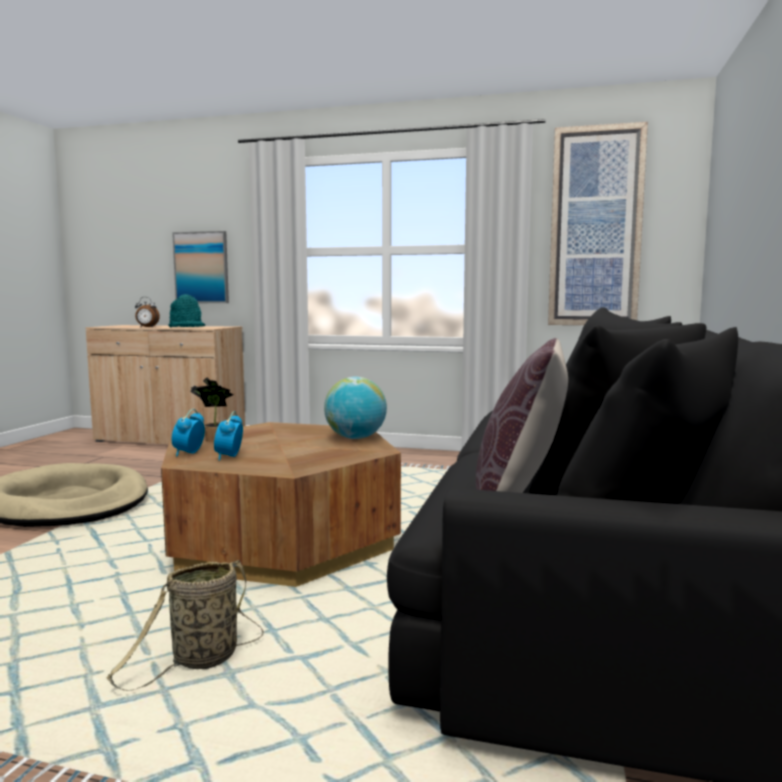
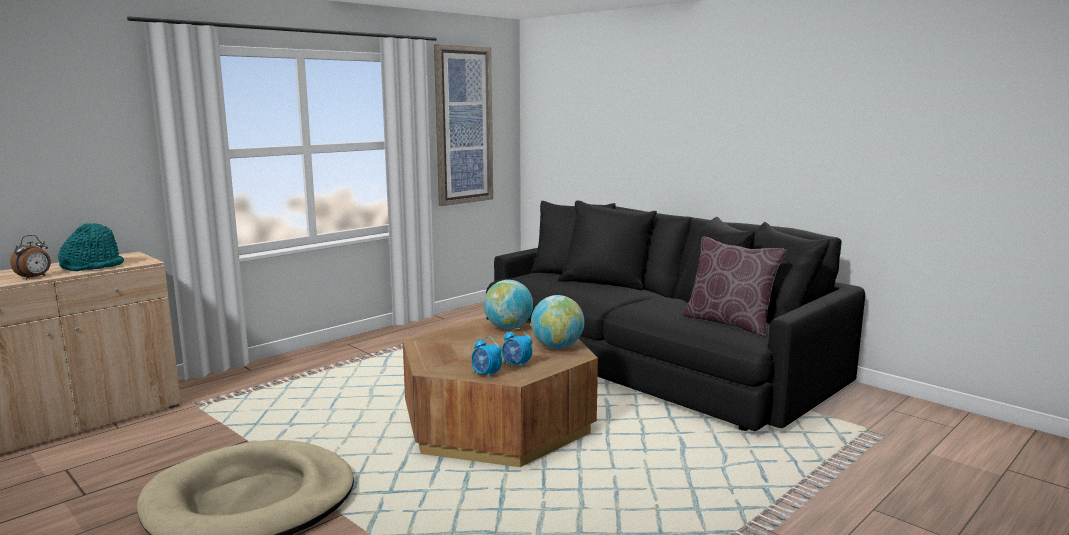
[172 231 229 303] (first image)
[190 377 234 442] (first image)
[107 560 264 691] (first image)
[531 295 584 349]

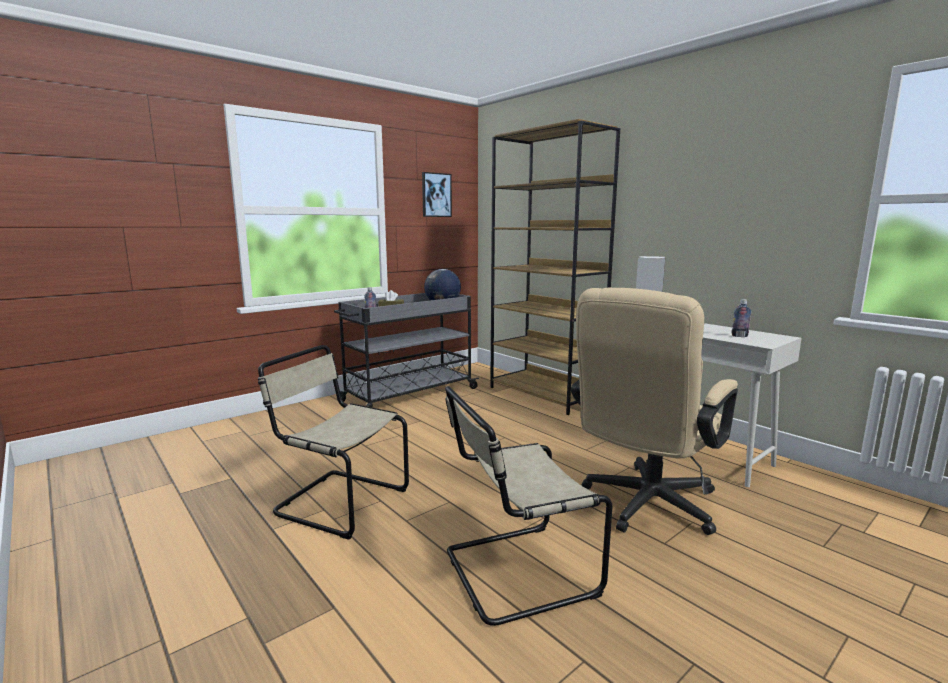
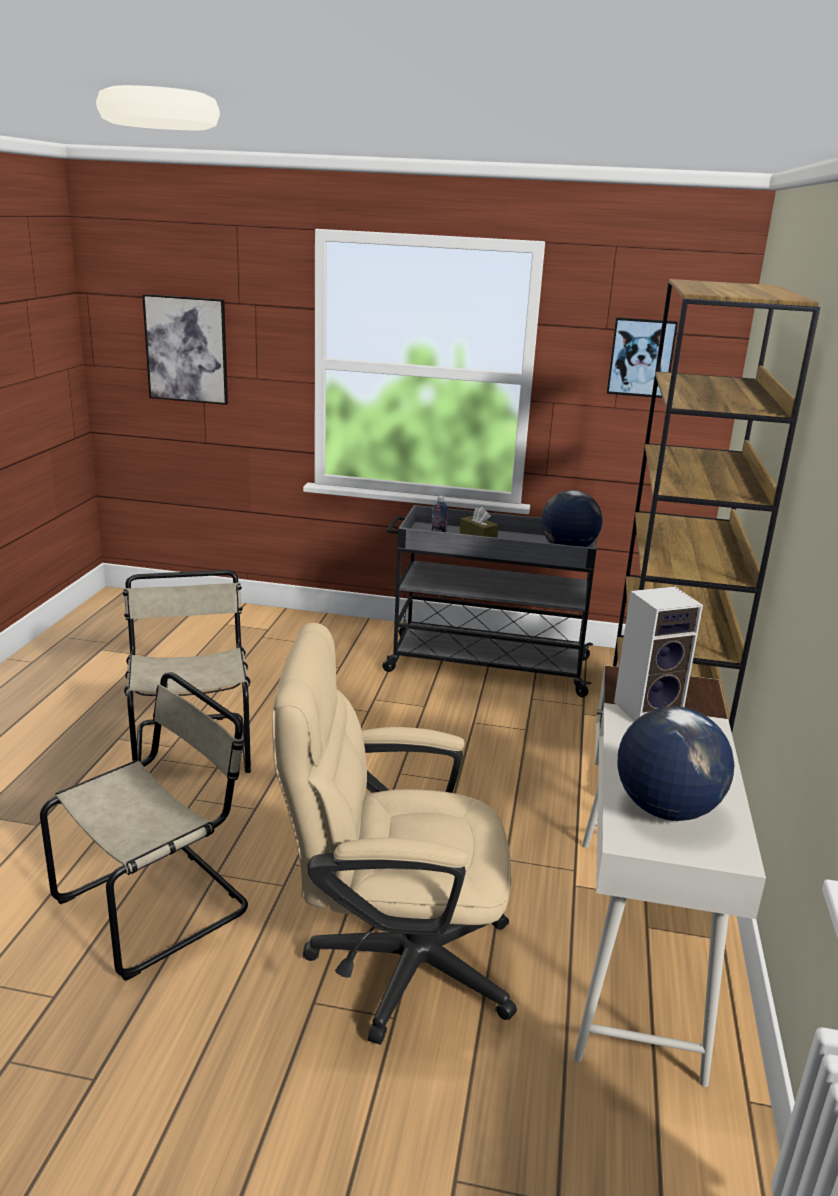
[617 706 734 821]
[40 672 248 981]
[142 294 228 405]

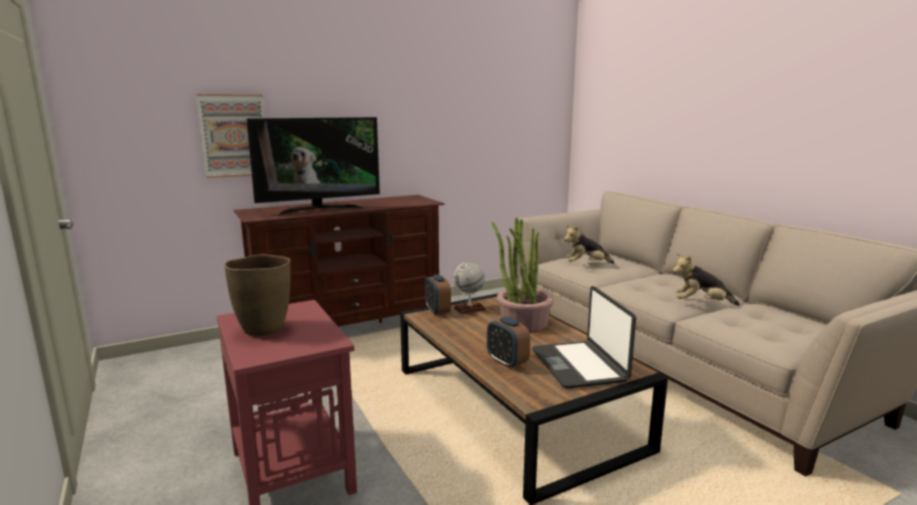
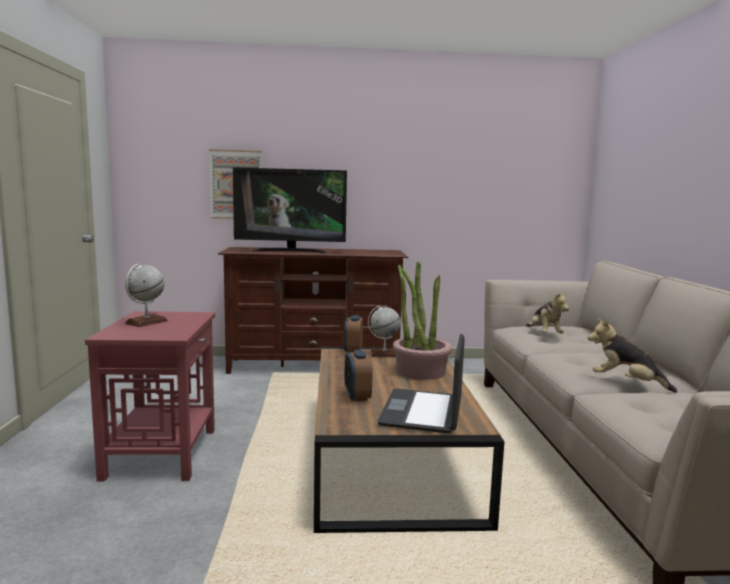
[526 291 569 333]
[125 264 168 327]

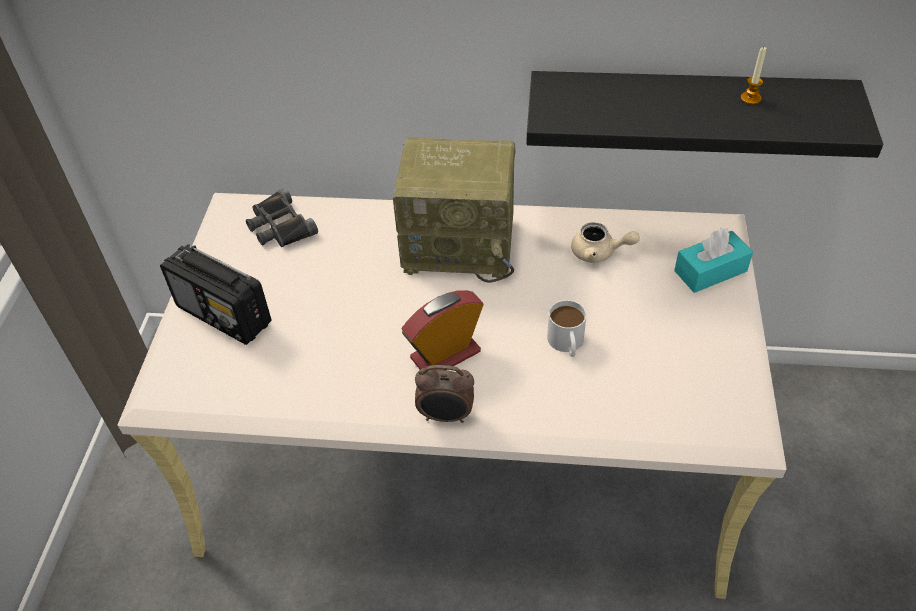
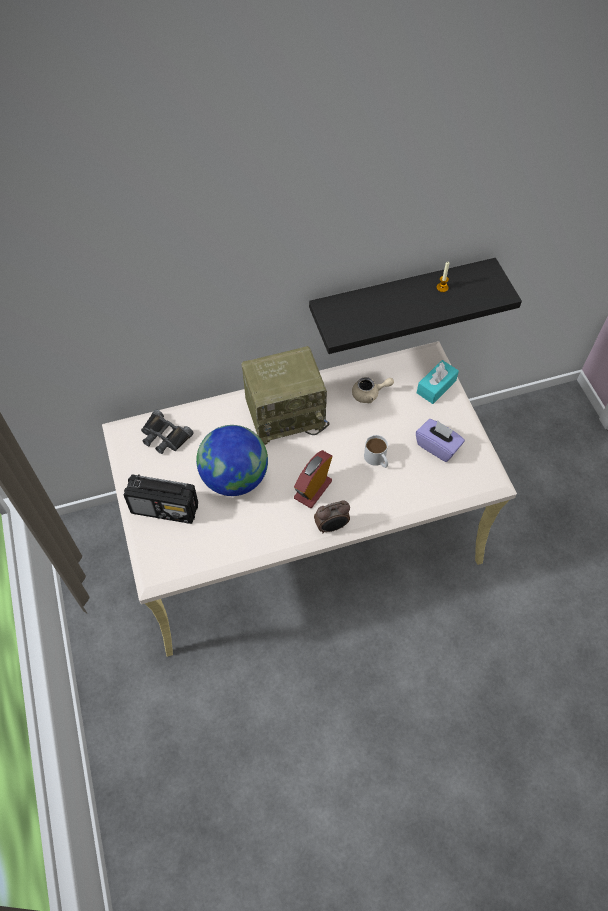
[416 419 465 462]
[196 425 268 496]

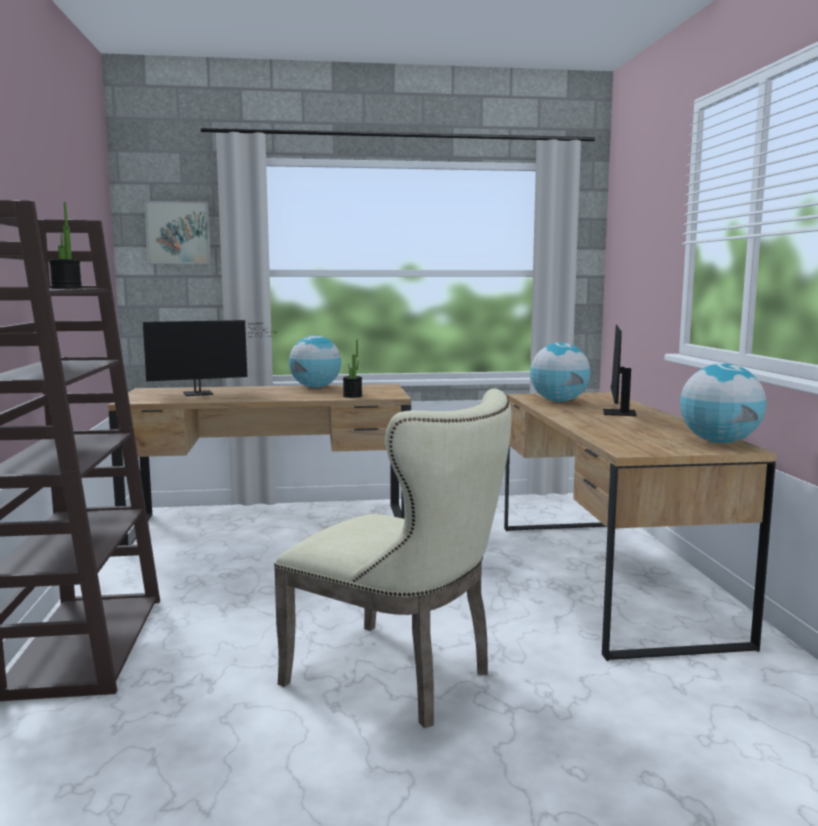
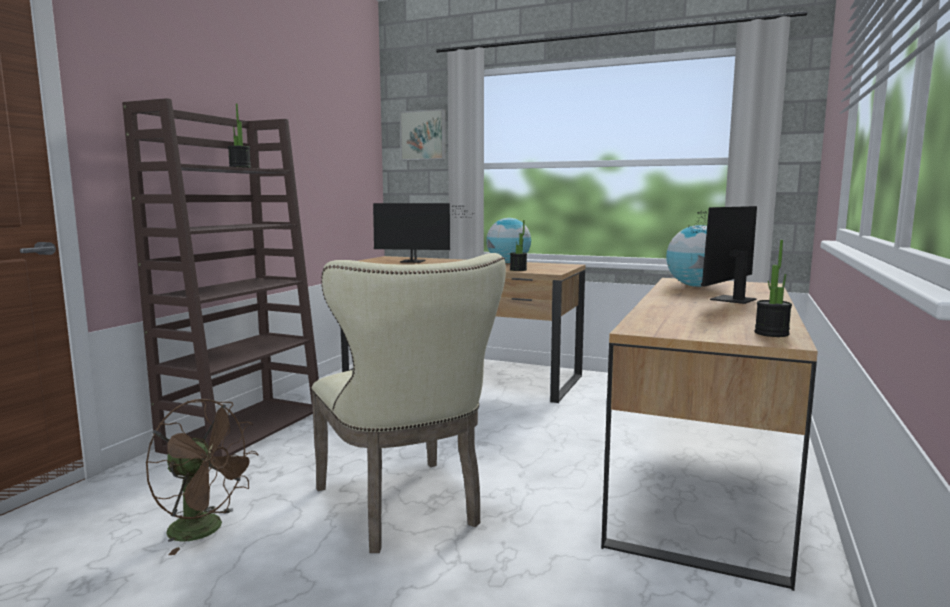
[755 240 792 337]
[145 399 258 555]

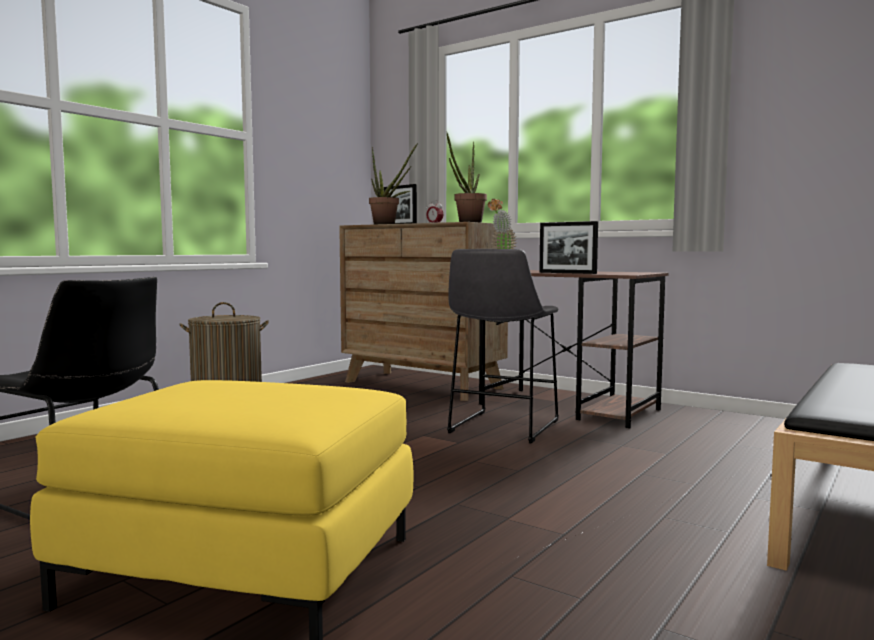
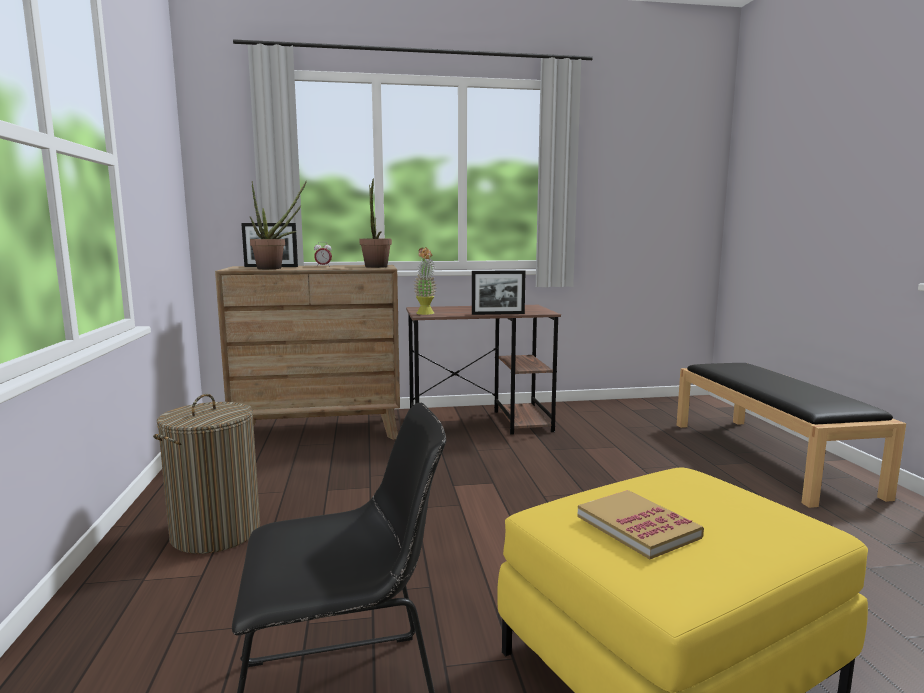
[447 249 559 444] (first image)
[577 490 704 559]

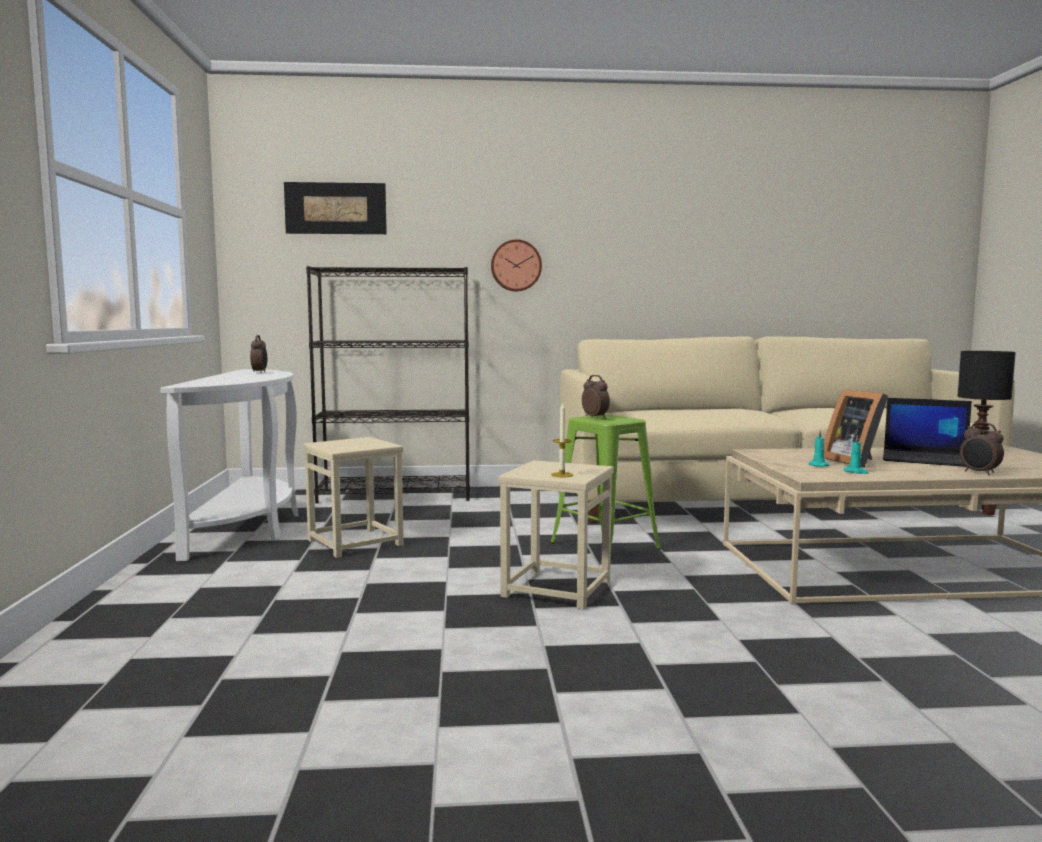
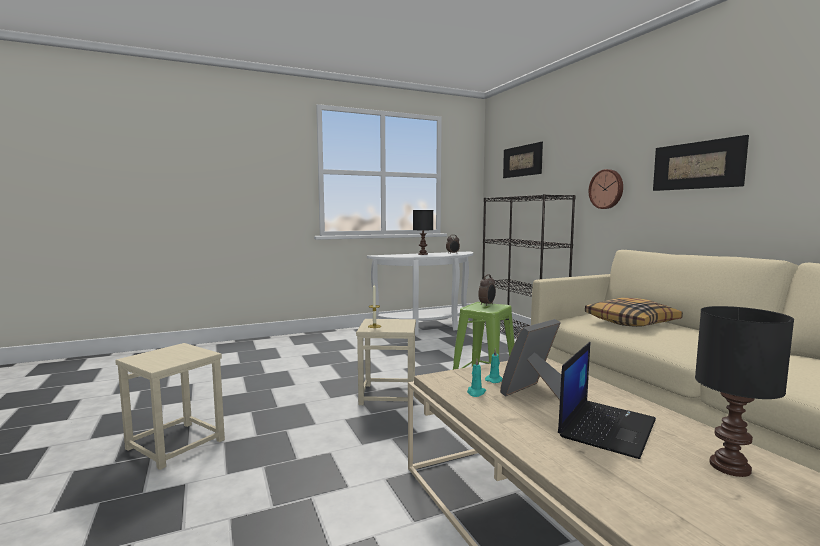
[558 342 656 459]
[960 422 1004 475] (first image)
[115 343 225 470]
[653 135 749 191]
[413 210 433 255]
[585 298 683 327]

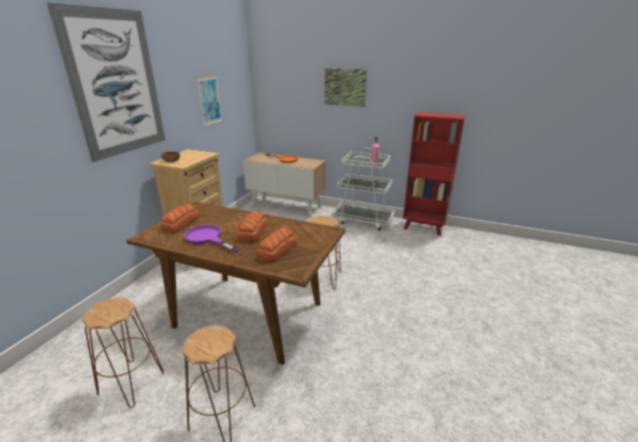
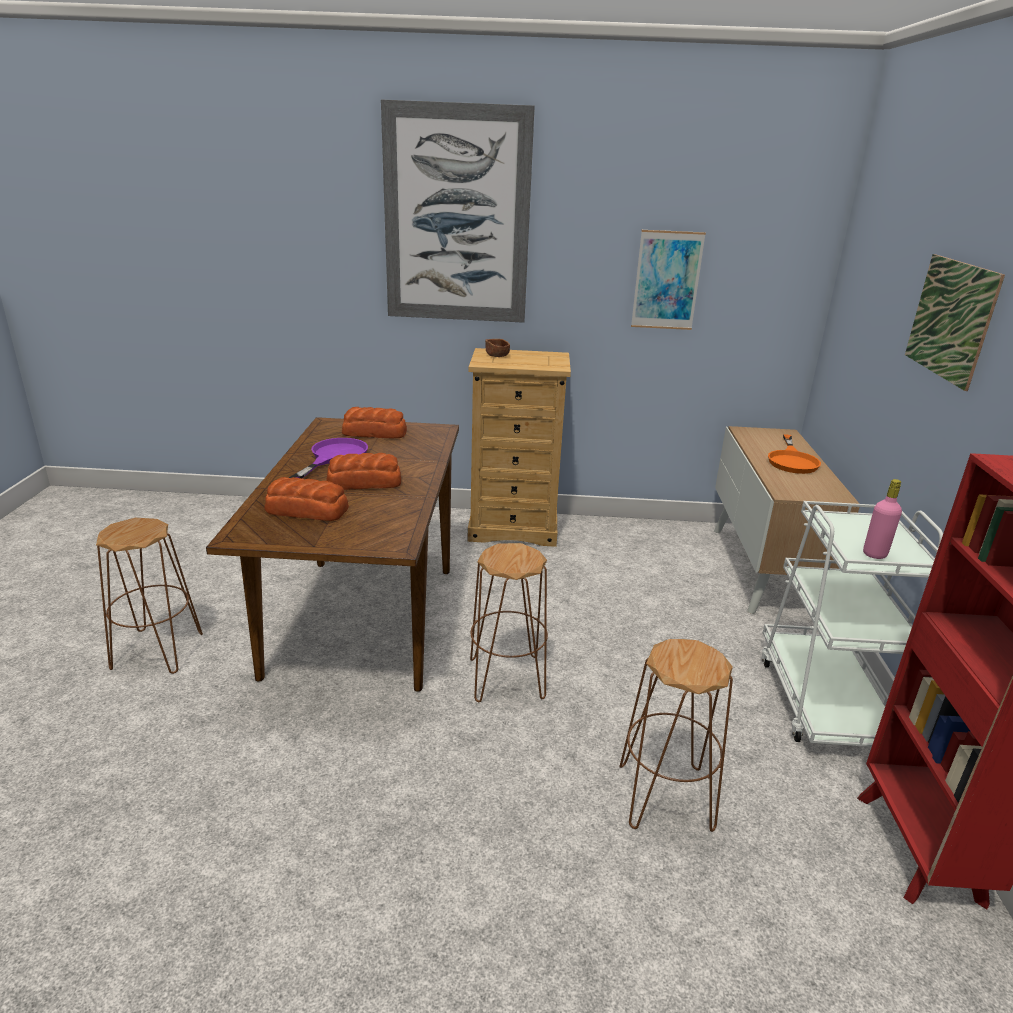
[619 639 733 832]

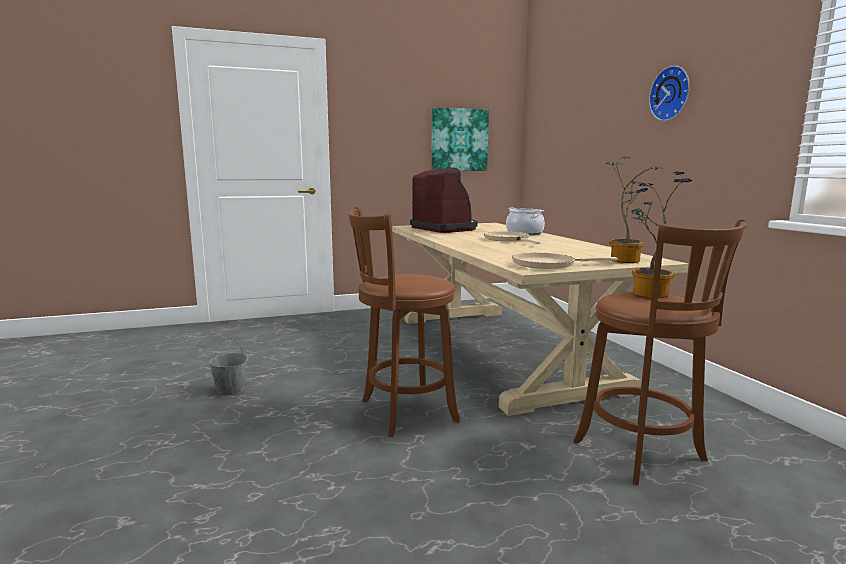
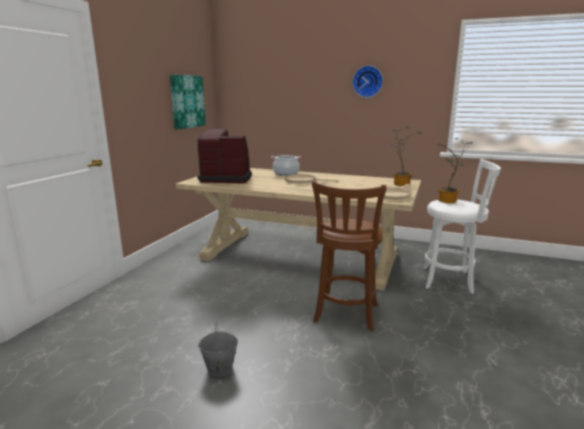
[423 159 501 294]

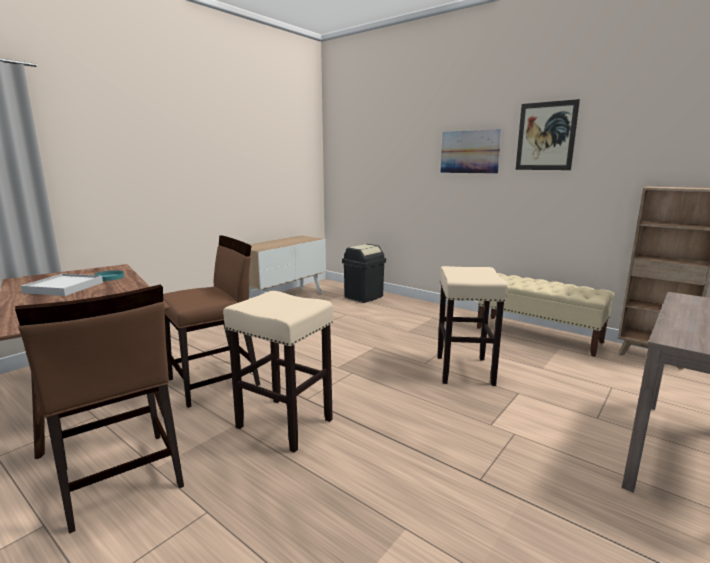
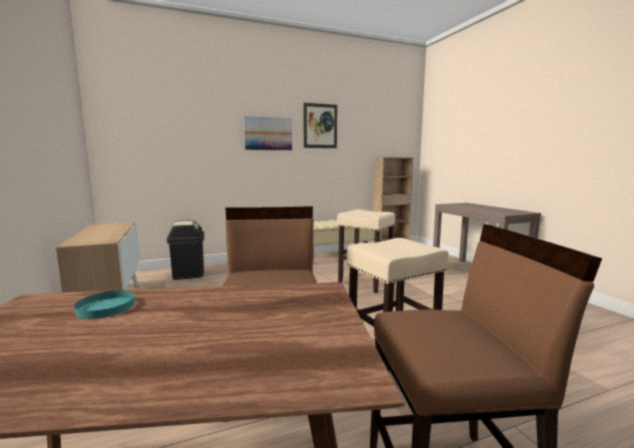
[20 274 103 296] (first image)

